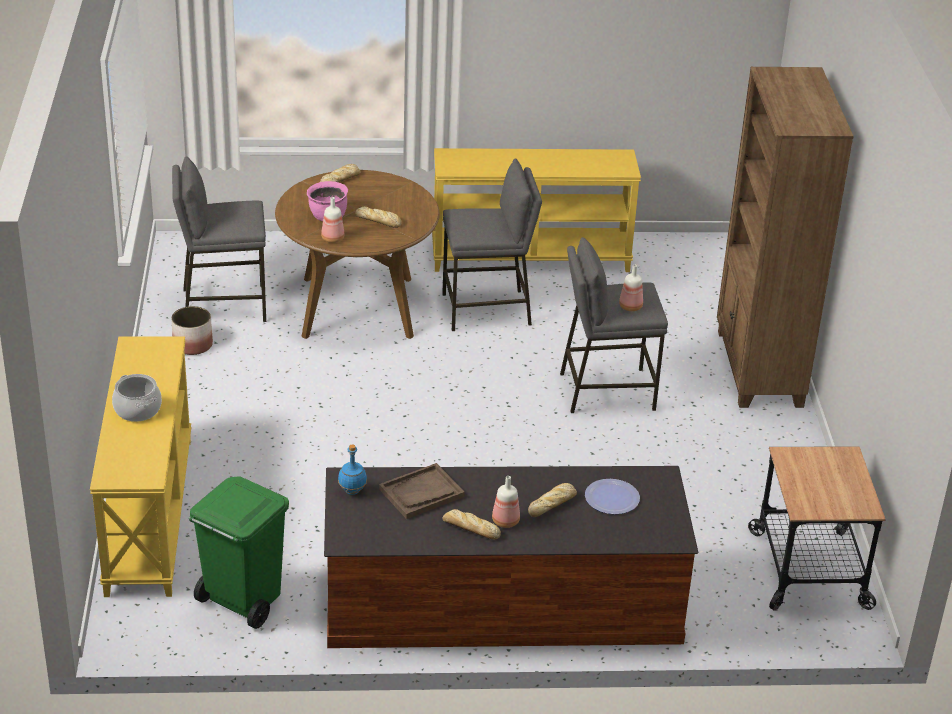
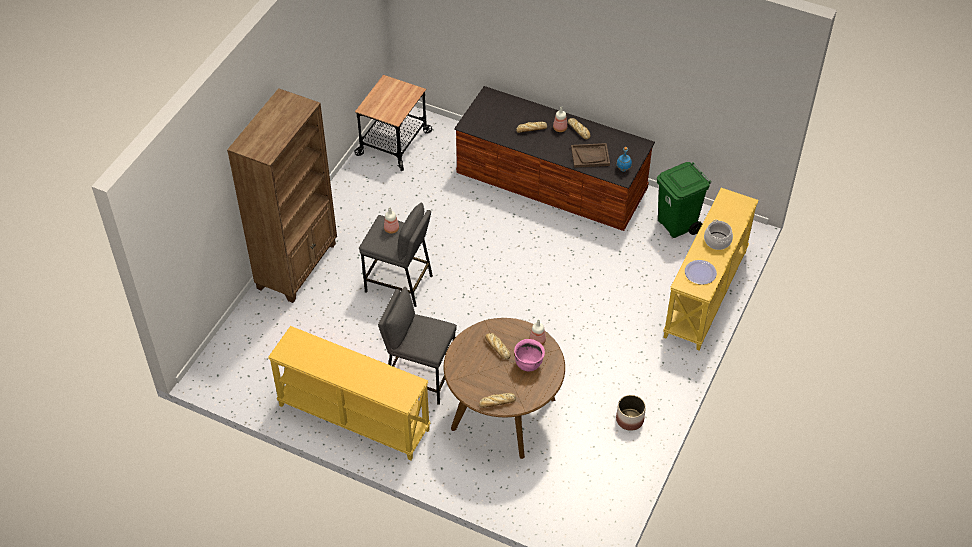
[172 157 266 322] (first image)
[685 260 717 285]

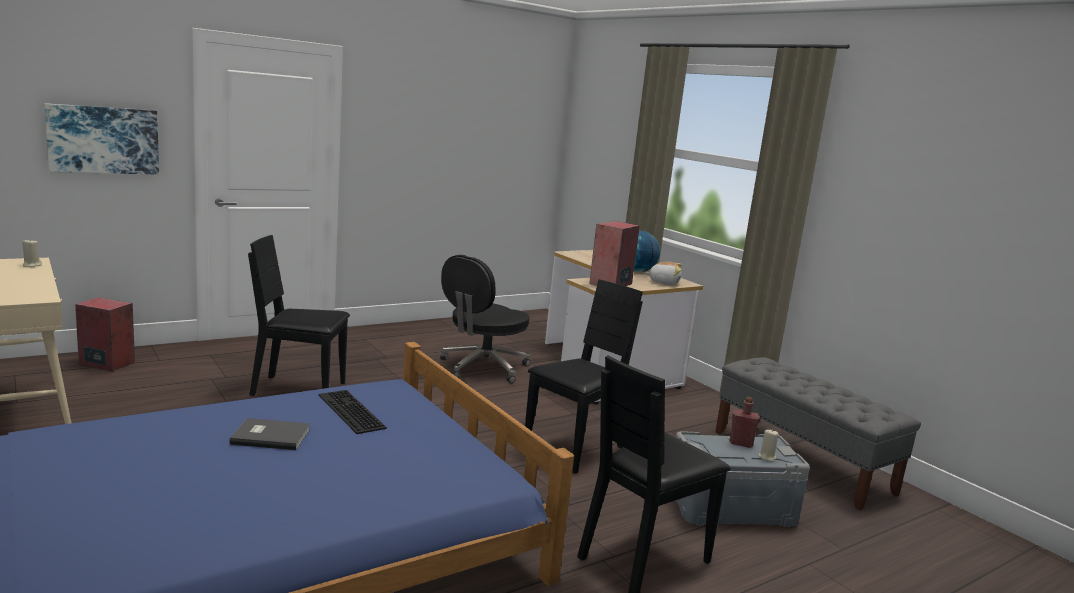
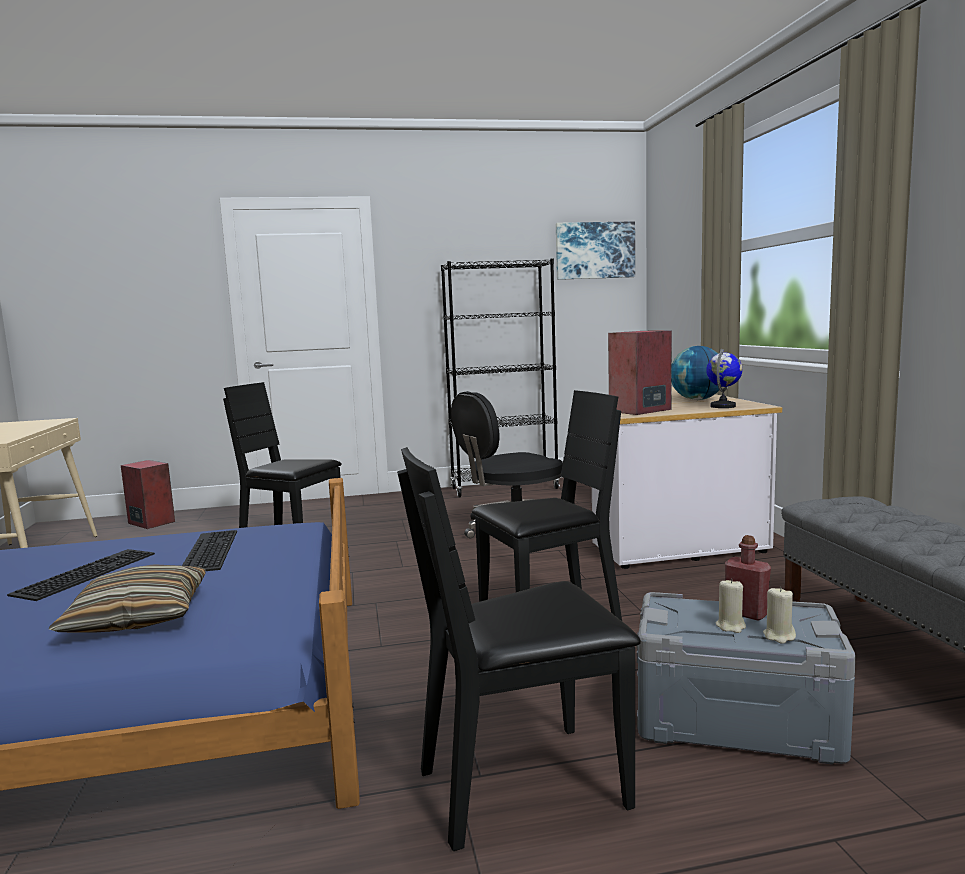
[556 221 635 280]
[716 579 746 633]
[707 348 743 408]
[7 549 155 601]
[441 259 560 498]
[49 564 206 633]

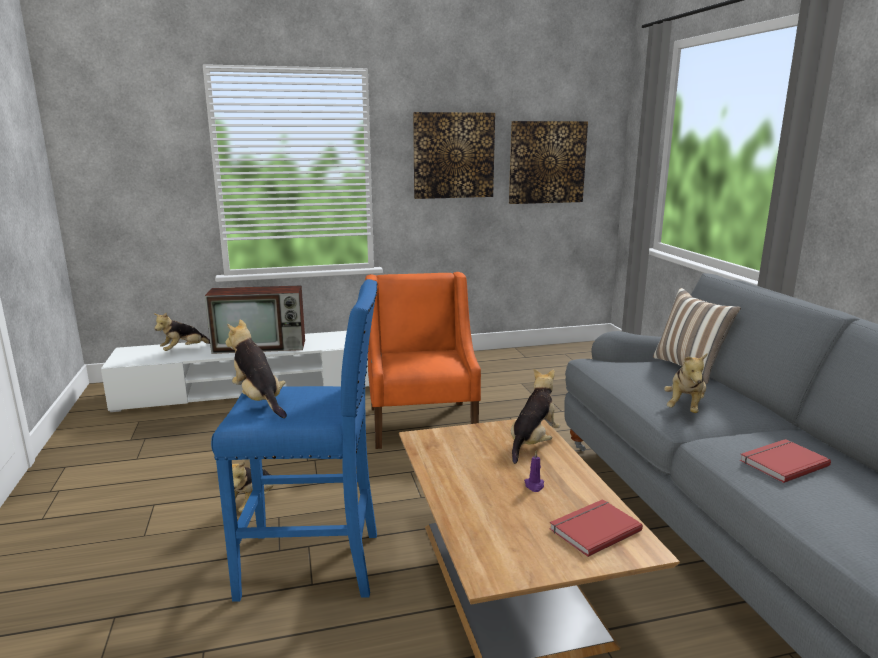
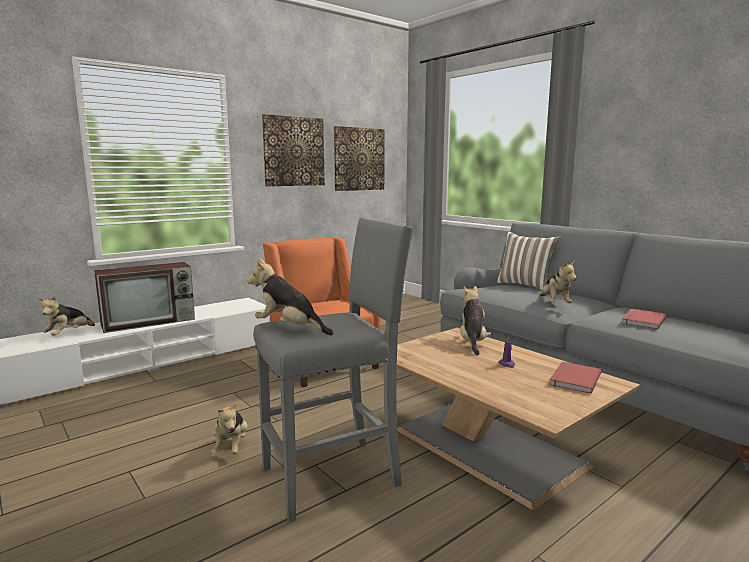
[253 217 413 522]

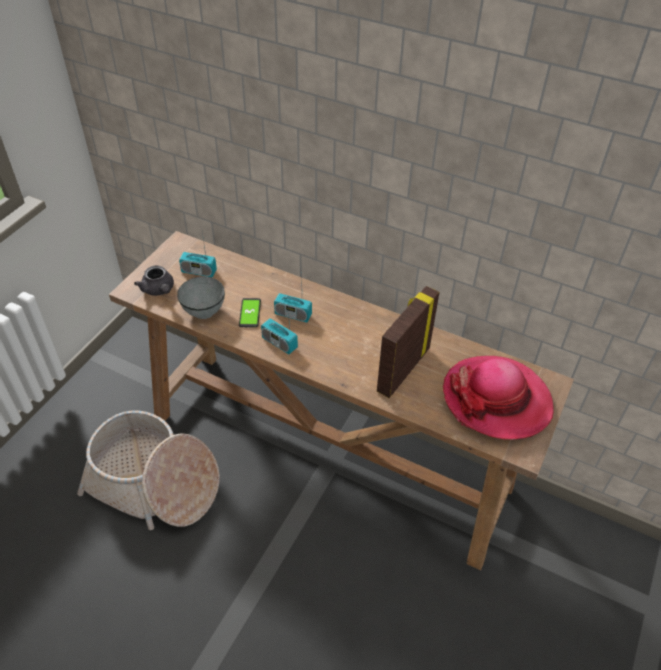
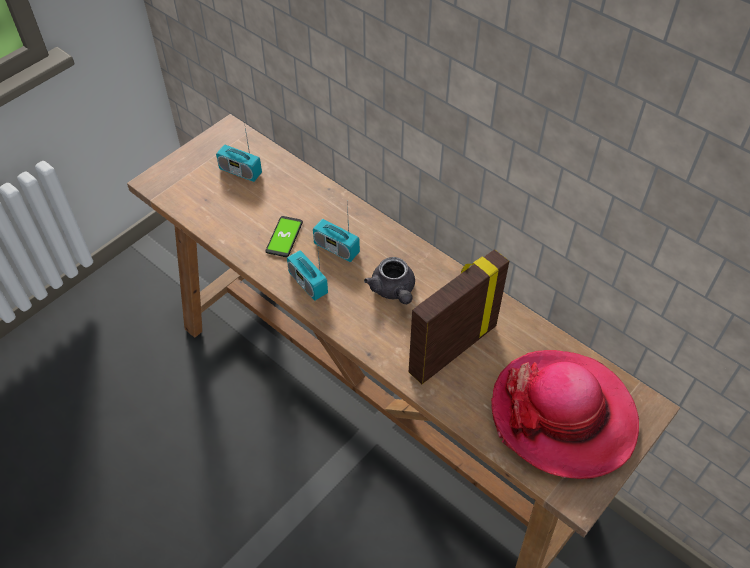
[364 257 415 304]
[177 277 225 319] (first image)
[77 410 220 530] (first image)

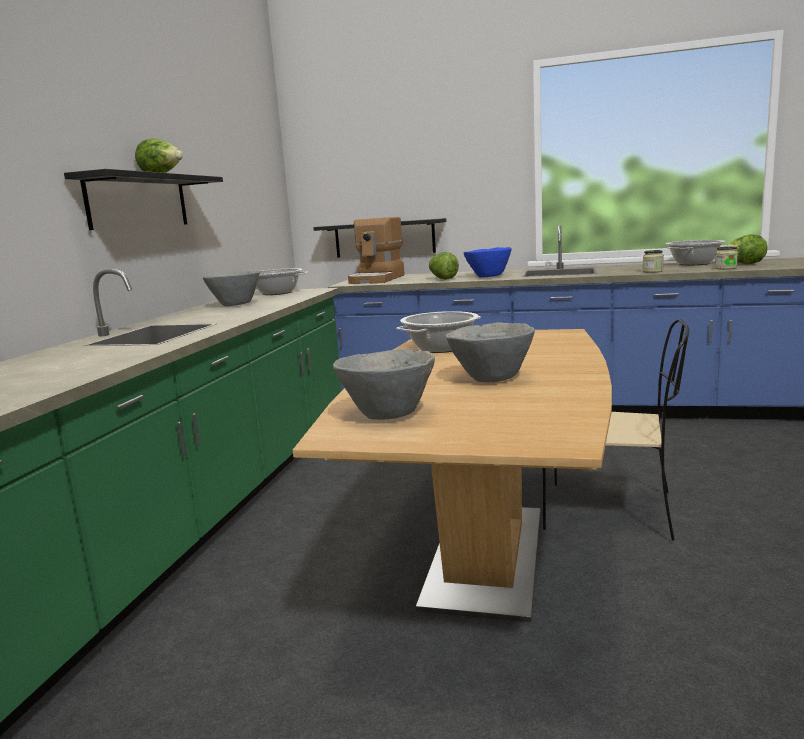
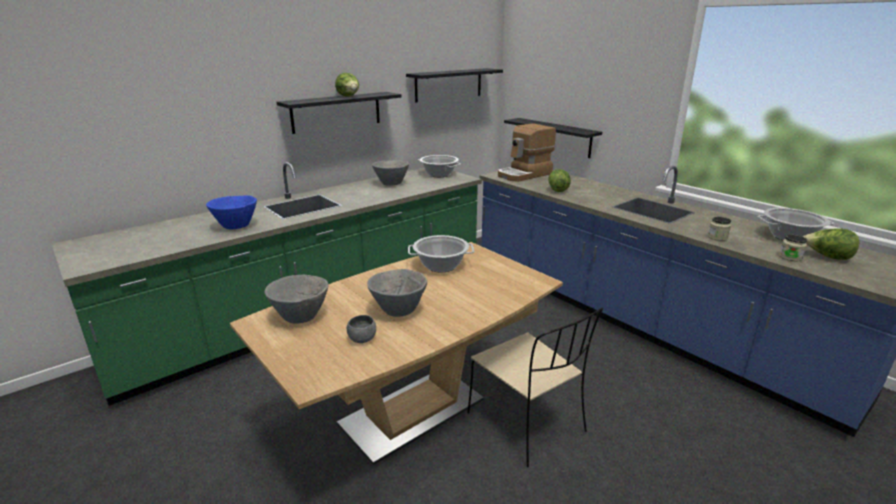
[206 195 257 230]
[406 68 503 102]
[347 315 376 343]

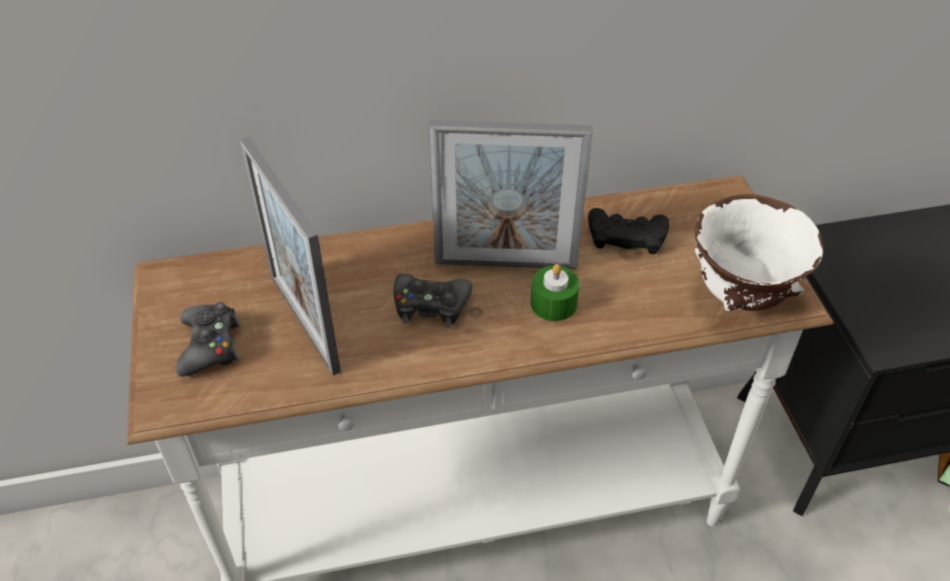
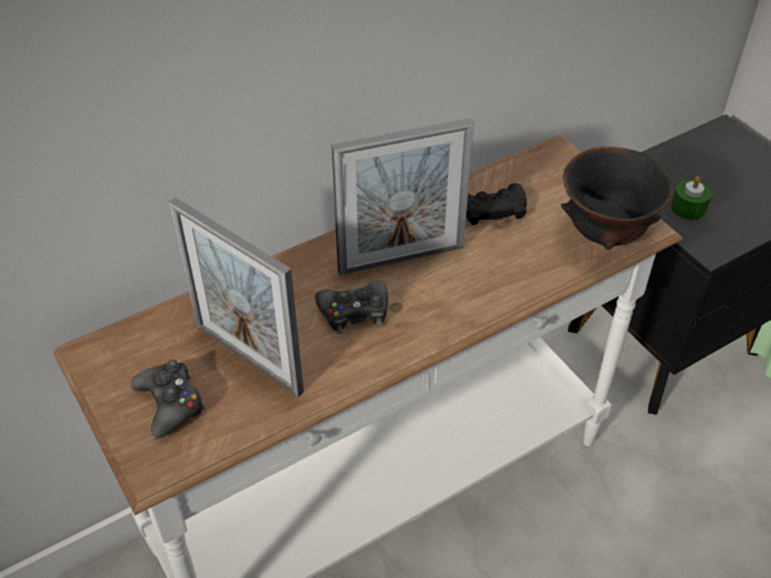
[561 147 673 250]
[671 176 712 220]

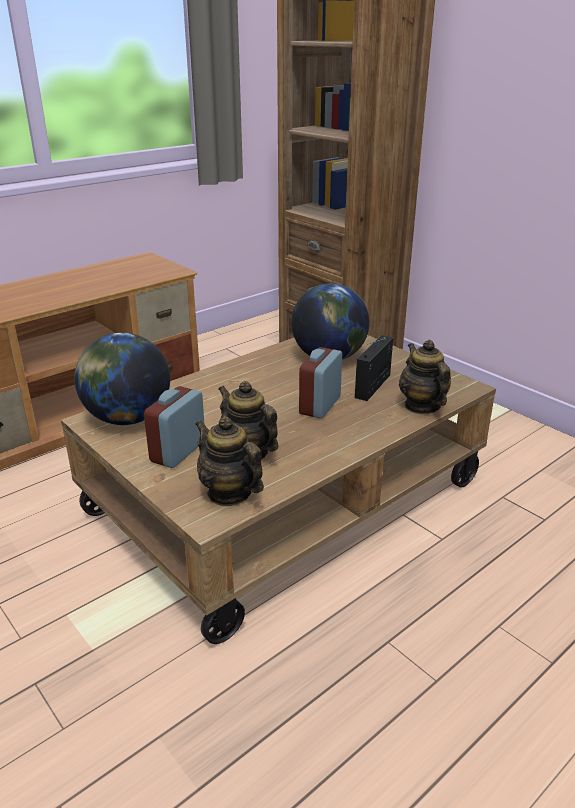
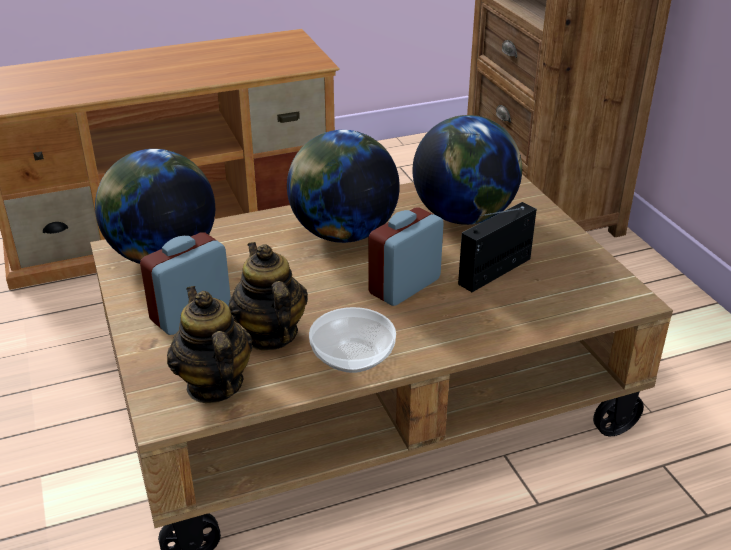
[399 340 451 414] (first image)
[287 130 400 243]
[309 307 396 373]

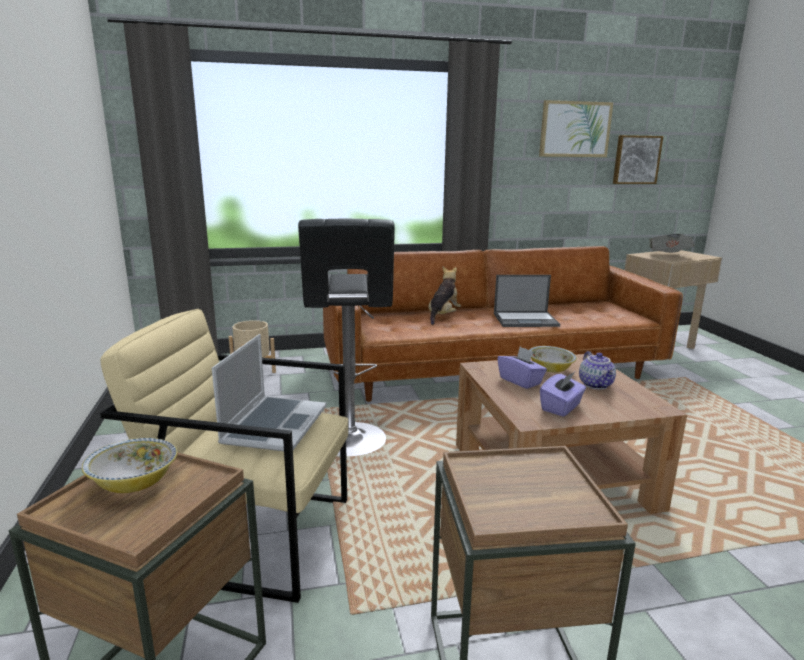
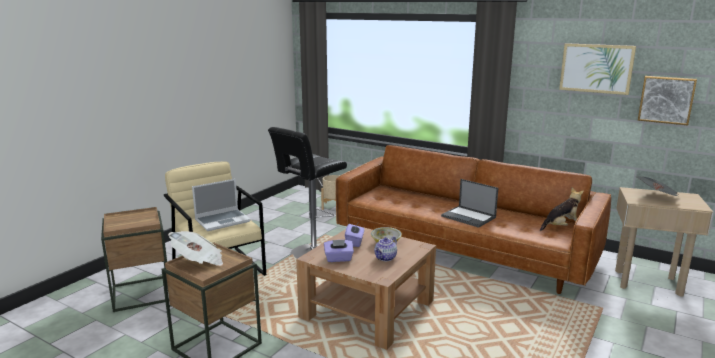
[540 188 584 231]
[82 438 177 493] (first image)
[168 231 223 266]

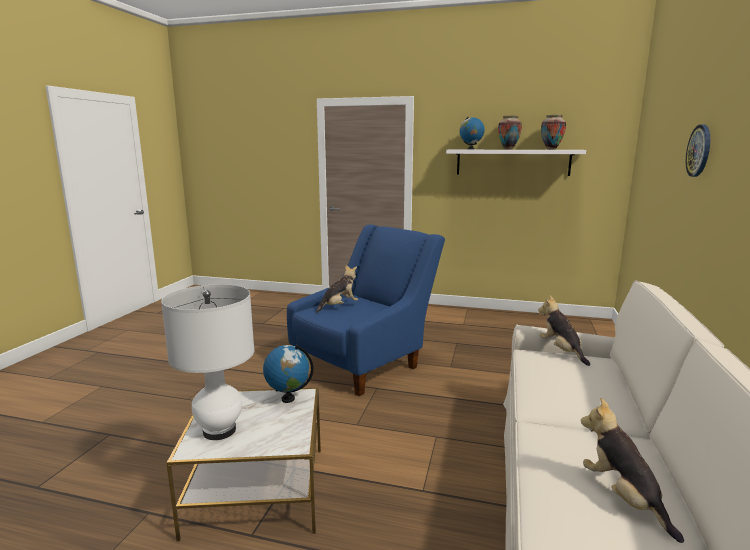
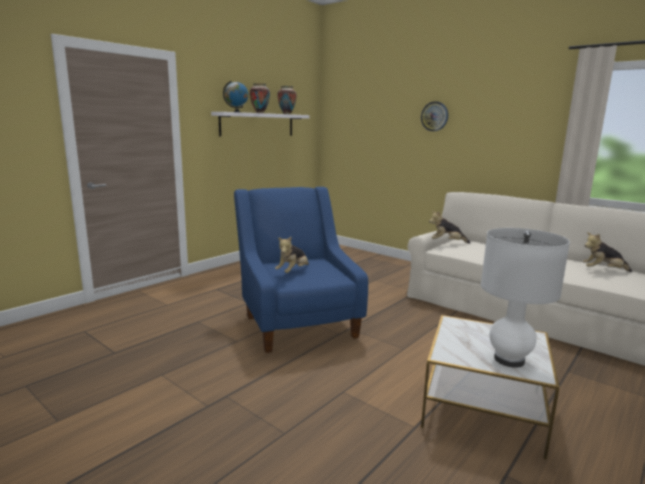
[275 236 309 273]
[263 345 313 403] (first image)

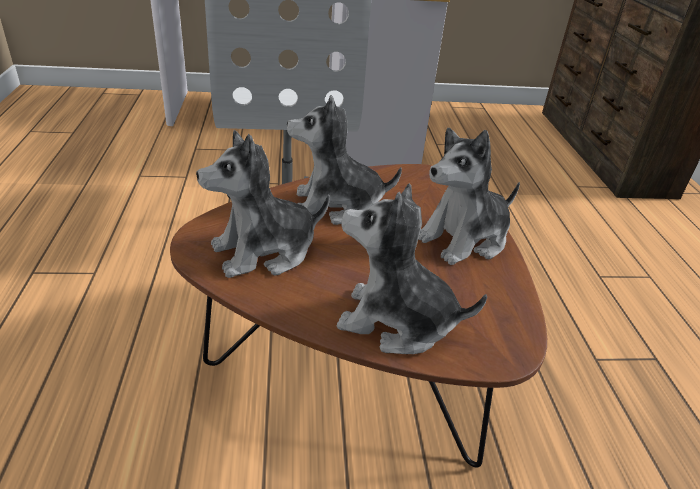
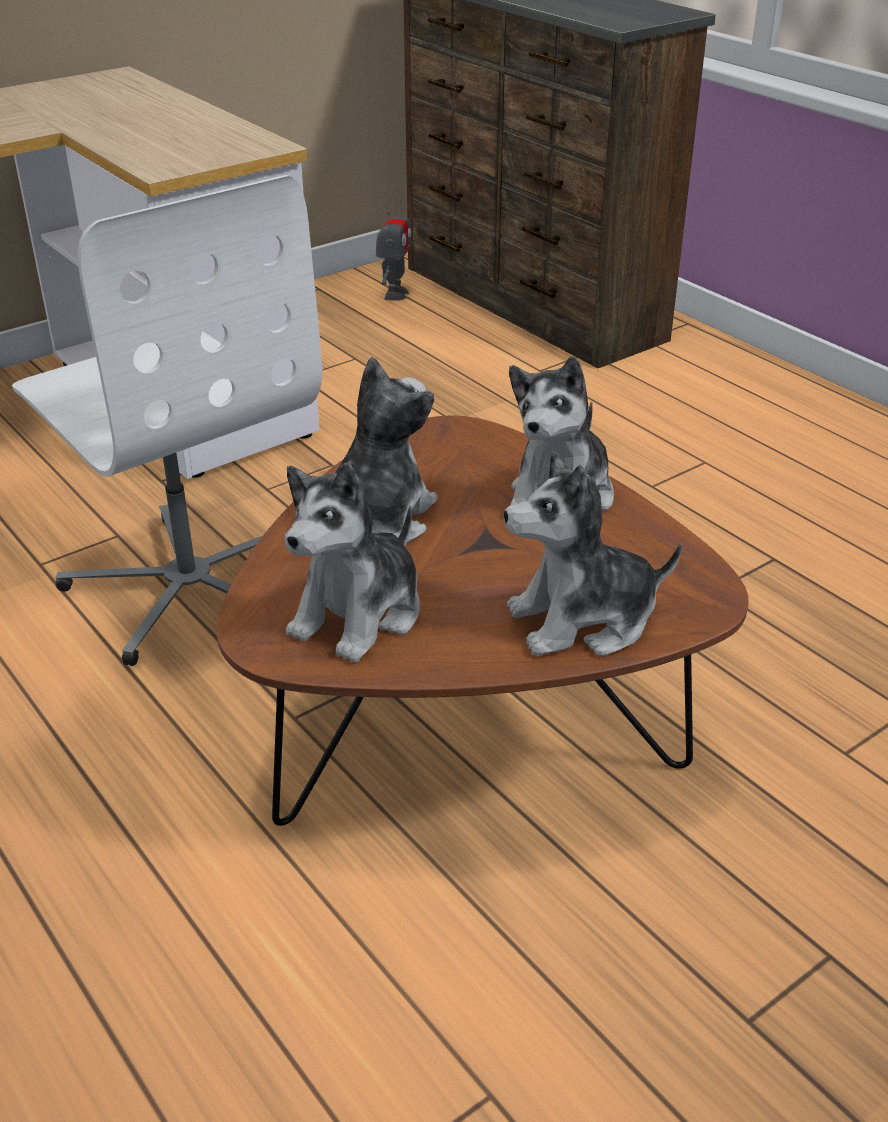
[335 357 438 543]
[376 198 412 301]

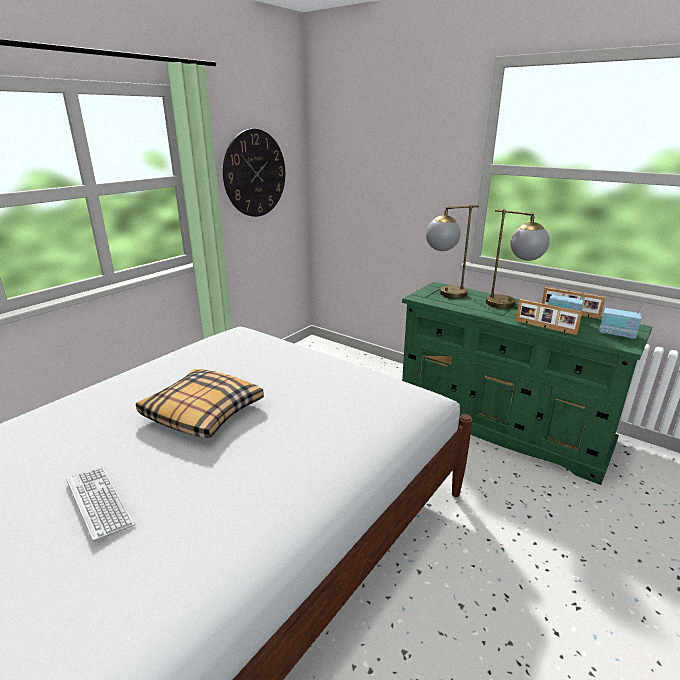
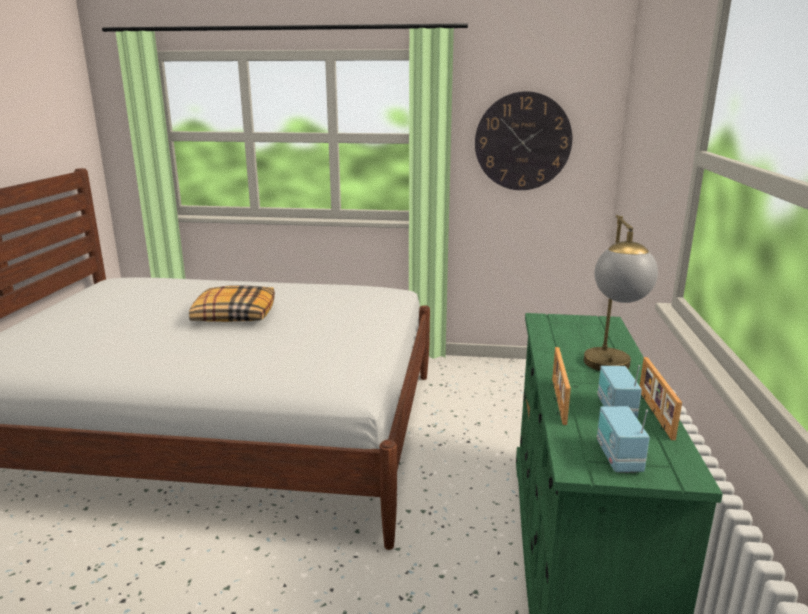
[426 205 479 298] (first image)
[66 467 136 542] (first image)

